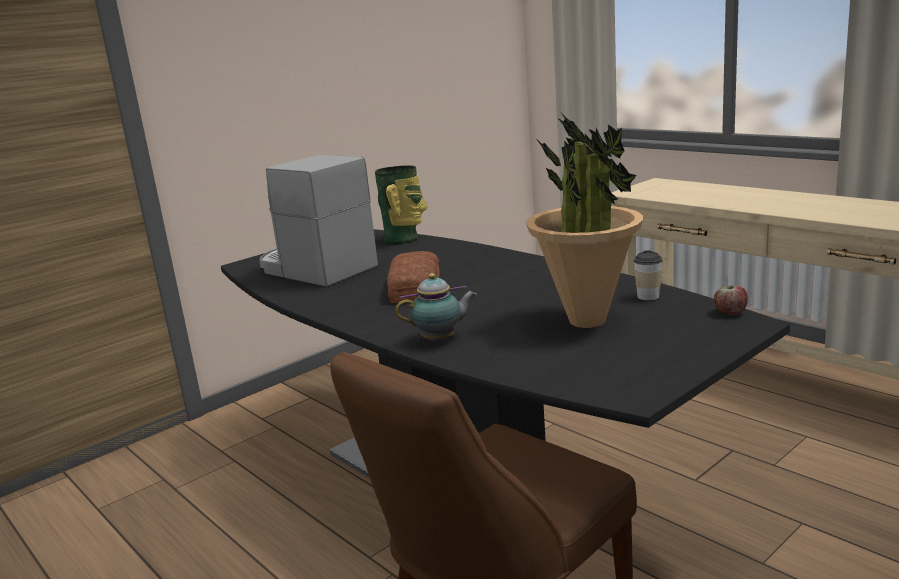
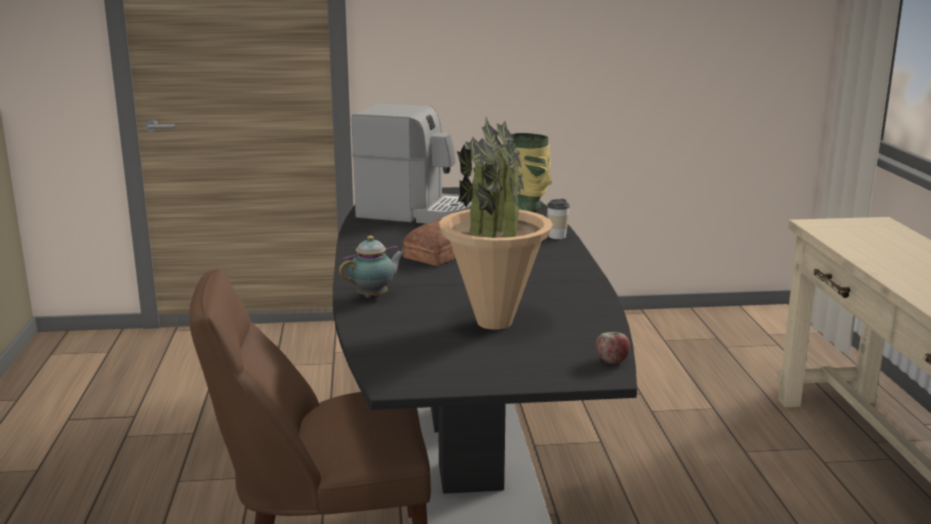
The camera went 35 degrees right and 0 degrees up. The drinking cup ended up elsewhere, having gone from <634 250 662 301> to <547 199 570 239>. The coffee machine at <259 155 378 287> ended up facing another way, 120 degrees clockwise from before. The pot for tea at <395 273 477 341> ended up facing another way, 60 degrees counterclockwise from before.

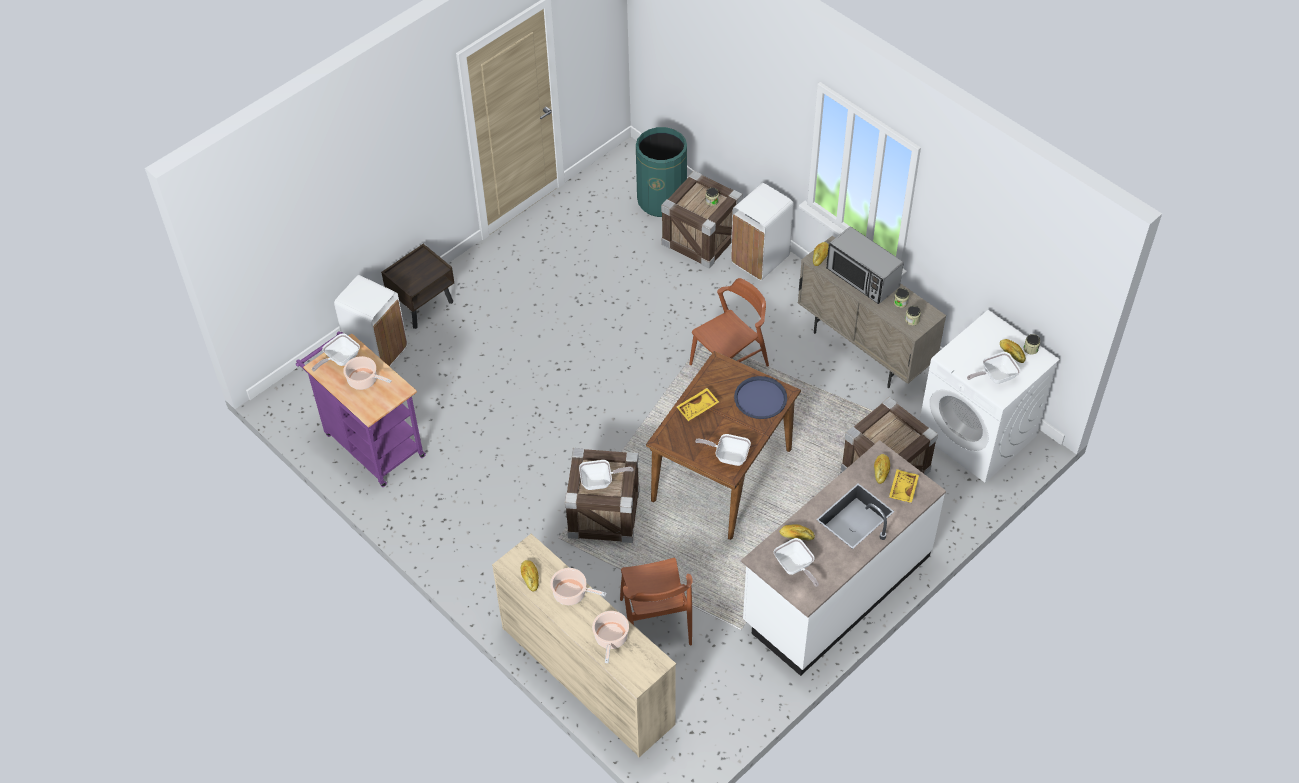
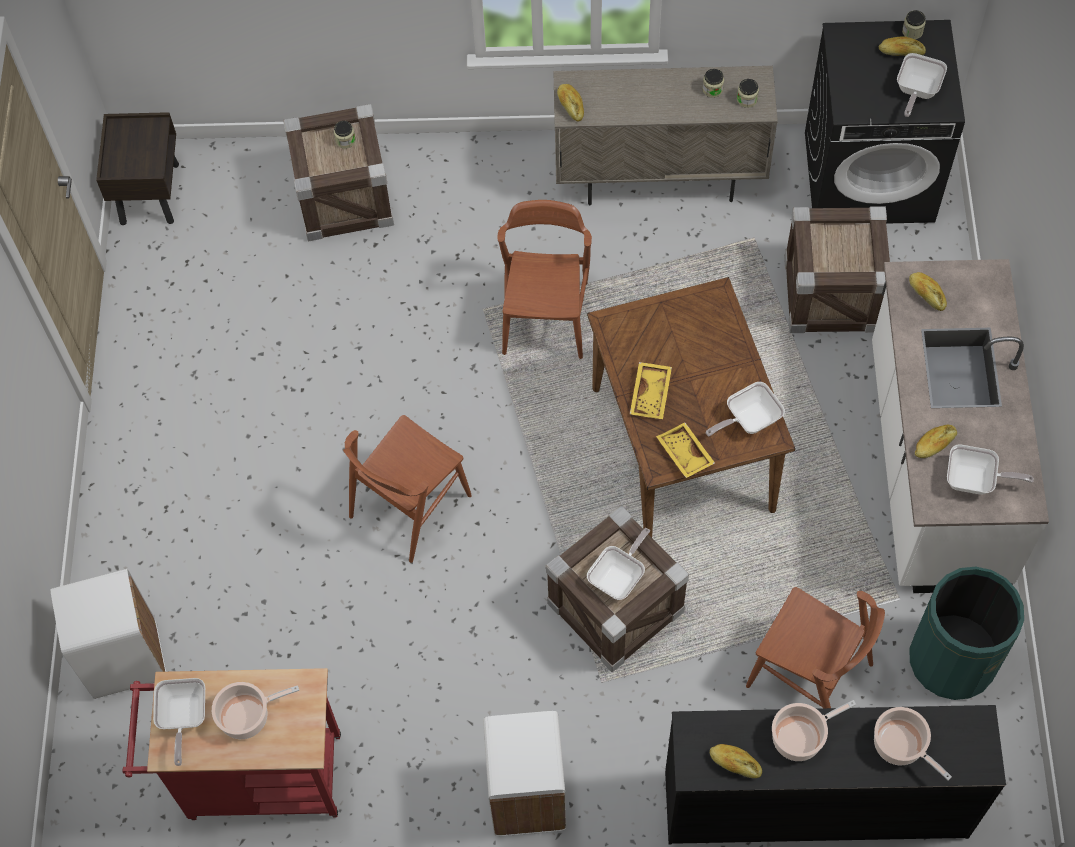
The camera went 45 degrees left and 10 degrees up. The second view lost the serving tray in blue-coloured at <734 376 787 419>. The second view lost the microwave oven at <826 226 904 304>. The second view gained the chair in brownish at <343 415 472 563>. The night table in brownish ended up elsewhere, having gone from <381 244 454 329> to <96 112 179 225>. The rubbish bin in greenish ended up elsewhere, having gone from <636 127 687 217> to <910 567 1024 700>. The rubbish bin in white ended up elsewhere, having gone from <731 183 793 280> to <483 711 566 836>. The serving tray in yellow ended up elsewhere, having gone from <889 469 919 503> to <656 423 715 478>. What was the cart in purplish at <296 331 426 487> turned into the cart in reddish at <122 668 341 820>. What was the chest of drawers in sand-coloured at <492 534 676 757> turned into the chest of drawers in blackish at <665 705 1006 844>. What was the laundry appliance in white at <920 310 1060 483> turned into the laundry appliance in blackish at <805 20 965 224>.

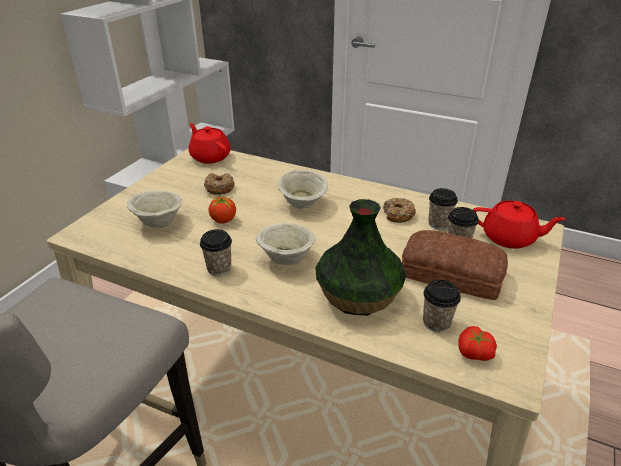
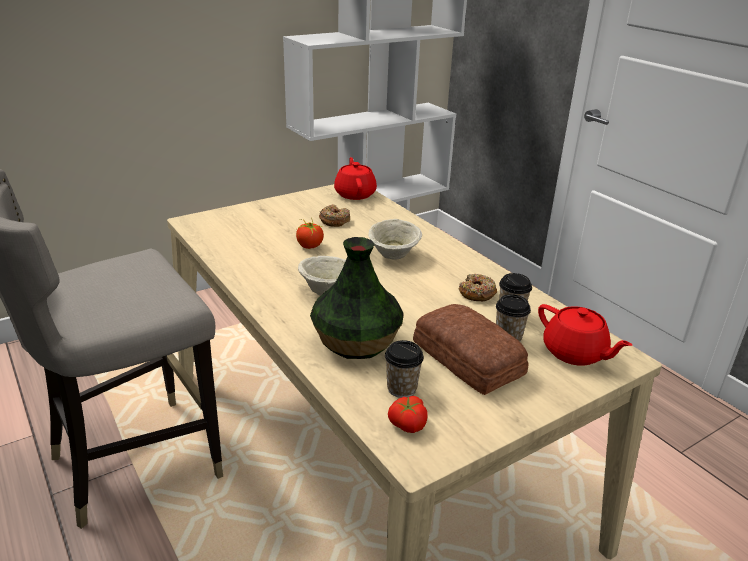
The camera went 30 degrees right and 5 degrees down. The second view lost the bowl in sand-coloured at <127 190 183 228>. The second view lost the drinking cup at <200 229 232 276>.

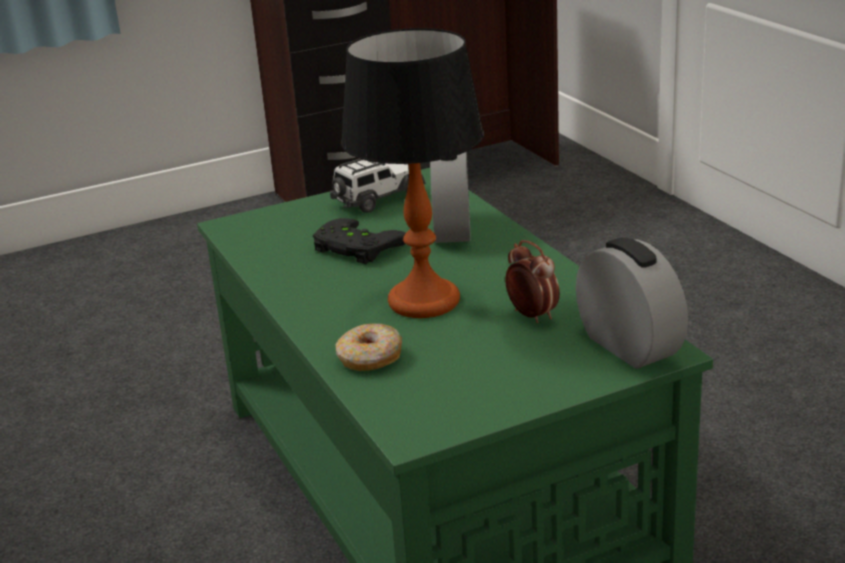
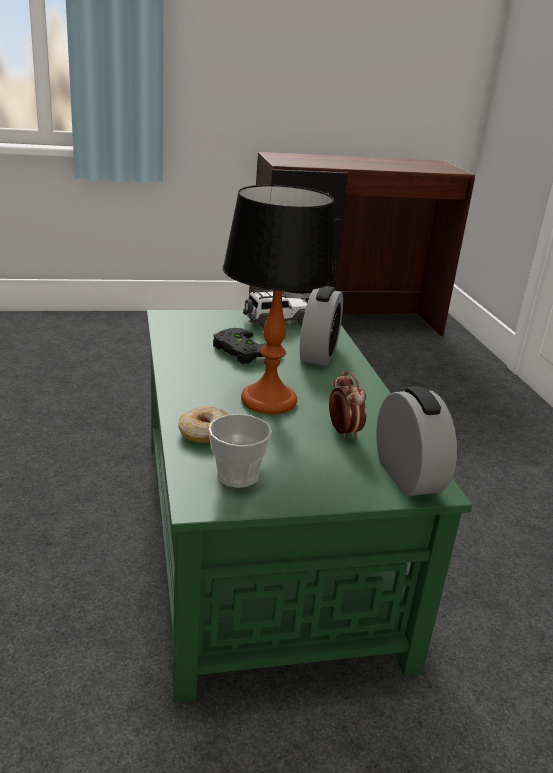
The camera went 10 degrees right and 0 degrees up. The second view gained the drinking cup at <209 414 272 488>.

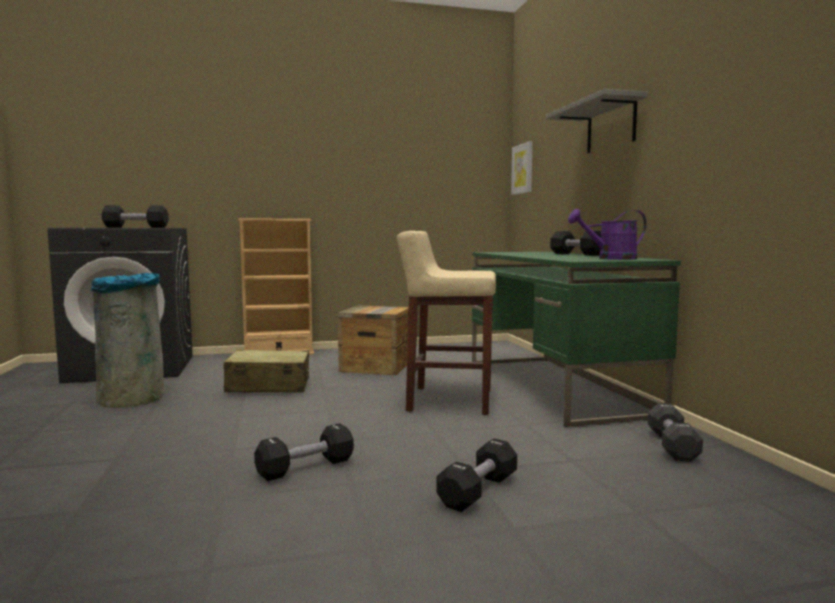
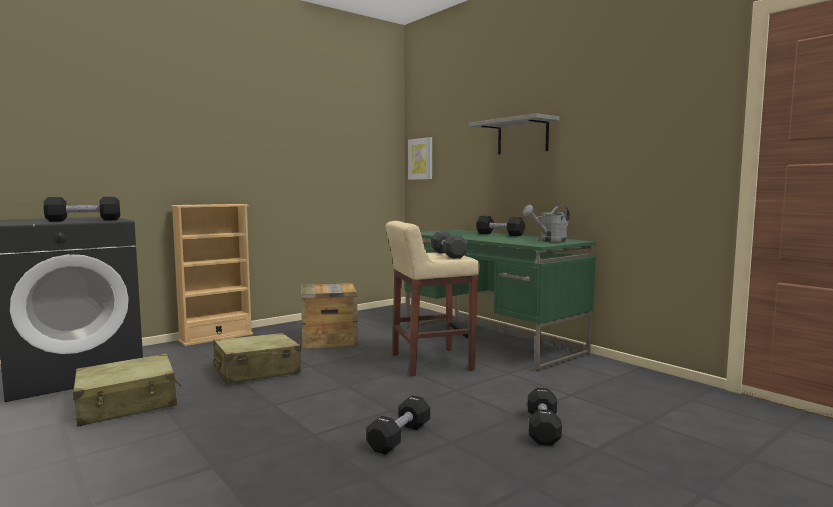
The camera went 25 degrees left and 0 degrees up. The hand weight in blackish ended up elsewhere, having gone from <648 403 703 462> to <431 232 468 259>. Where the rubbish bin in greyish stood at <91 273 165 408>, the travel case in sand-coloured came to stand at <73 353 181 427>. What was the sprinkling can in purplish at <568 209 647 260> turned into the sprinkling can in greyish at <523 205 570 242>.

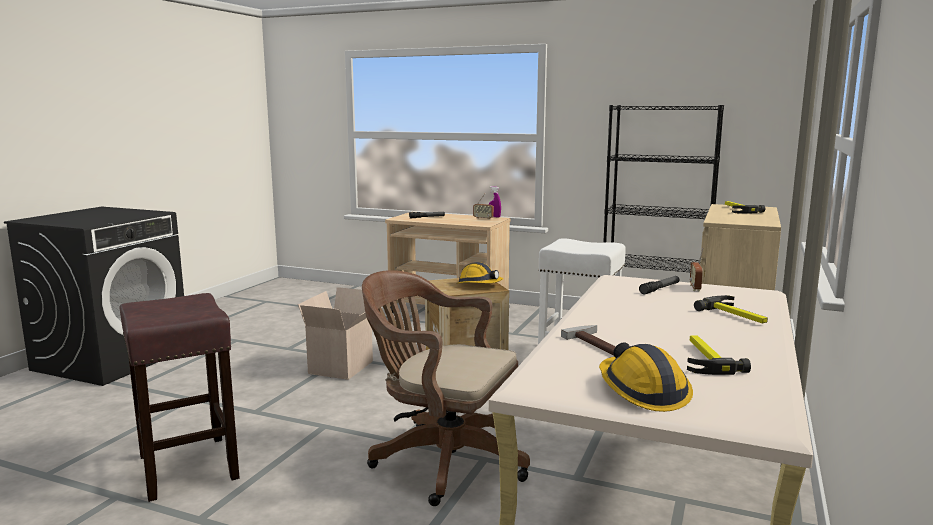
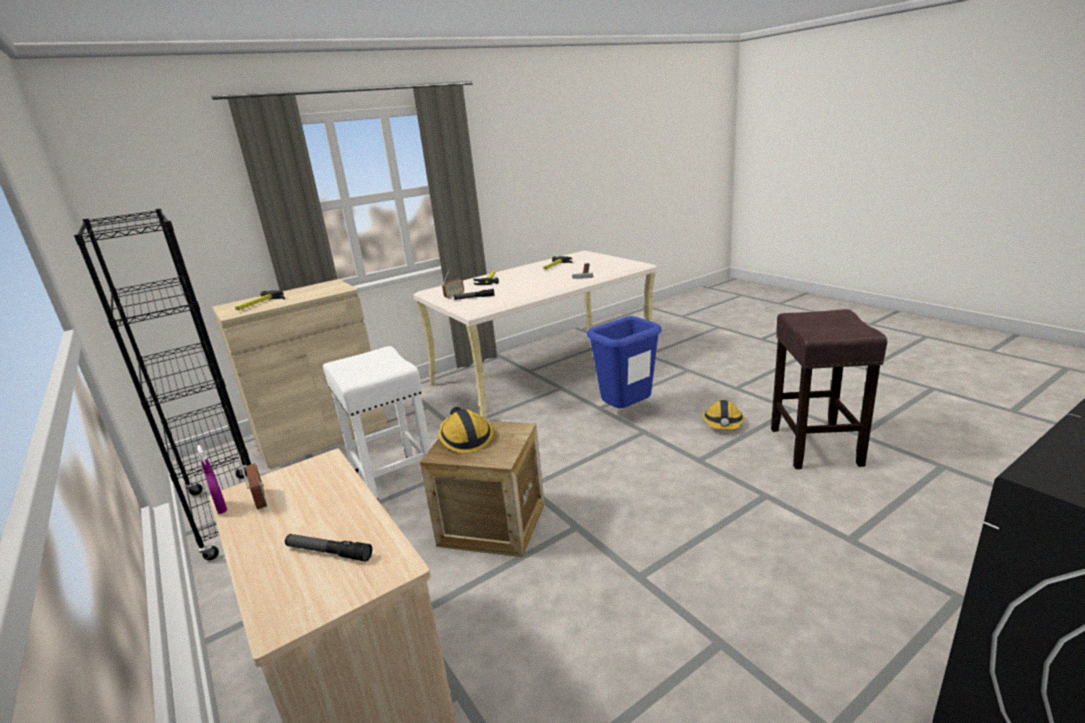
The camera went 145 degrees left and 10 degrees up. The second view lost the carton at <298 287 373 380>. The hard hat ended up elsewhere, having gone from <599 342 693 412> to <702 400 745 430>. Where the office chair in brownish stood at <362 270 530 506>, the rubbish bin in blue-coloured came to stand at <587 316 661 408>.

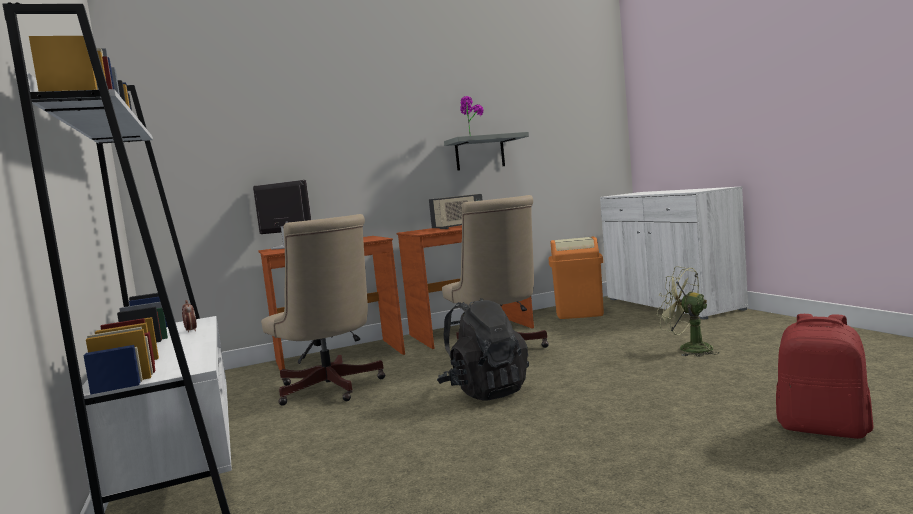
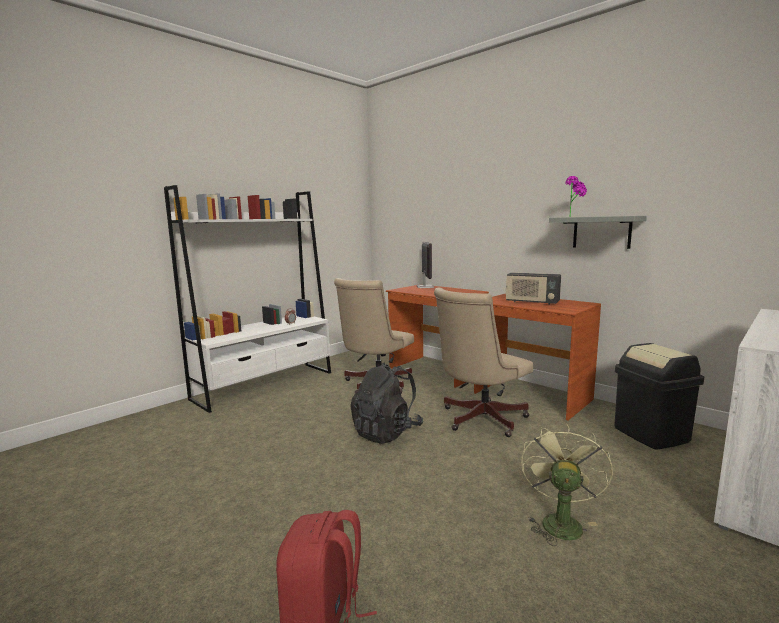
The camera went 65 degrees right and 5 degrees up. What was the rubbish bin in orange at <549 237 604 319> turned into the rubbish bin in blackish at <614 343 704 450>.

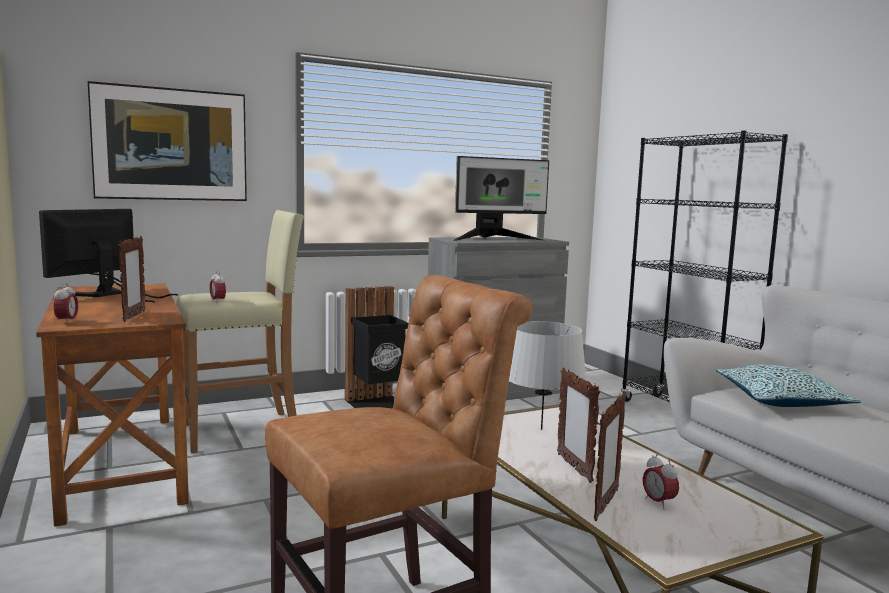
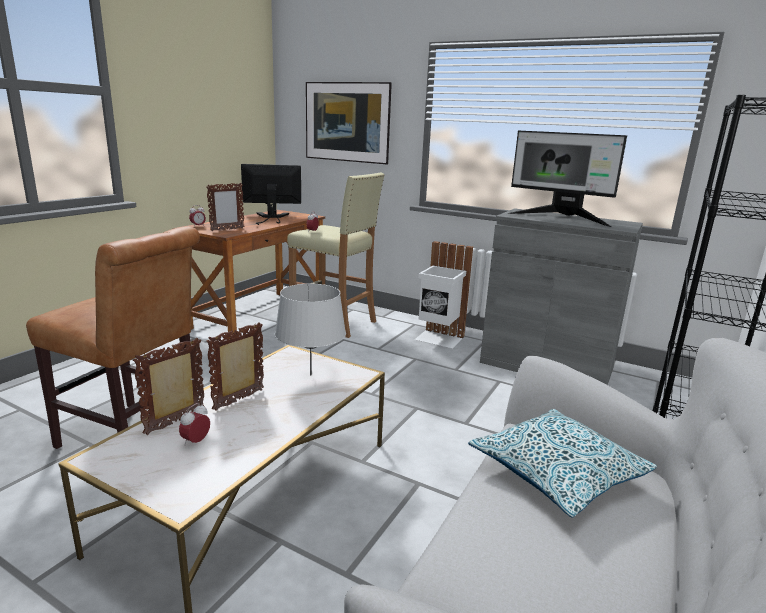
The camera went 55 degrees right and 10 degrees up. What was the rubbish bin in blackish at <345 286 408 408> turned into the rubbish bin in white at <414 241 473 348>. The picture frame at <594 392 626 521> ended up facing another way, 135 degrees clockwise from before.

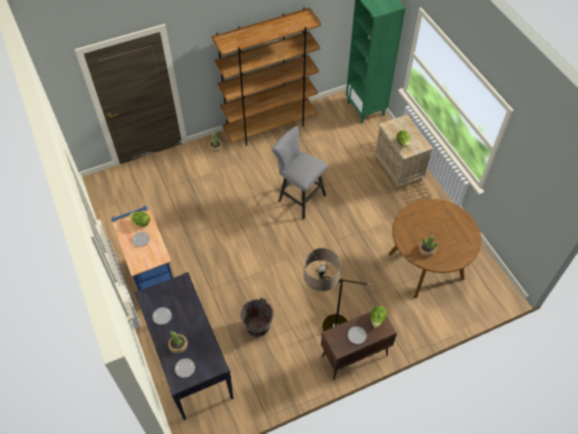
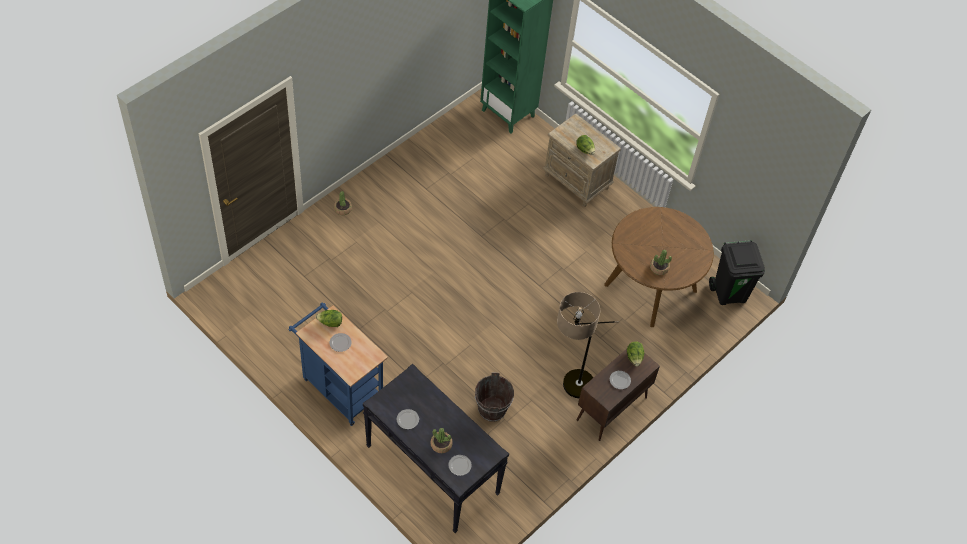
The camera went 25 degrees left and 0 degrees up. The second view lost the bookcase in brownish at <212 8 321 146>. The second view lost the stool in greyish at <272 126 328 219>. The second view gained the rubbish bin in blackish at <709 240 765 305>.

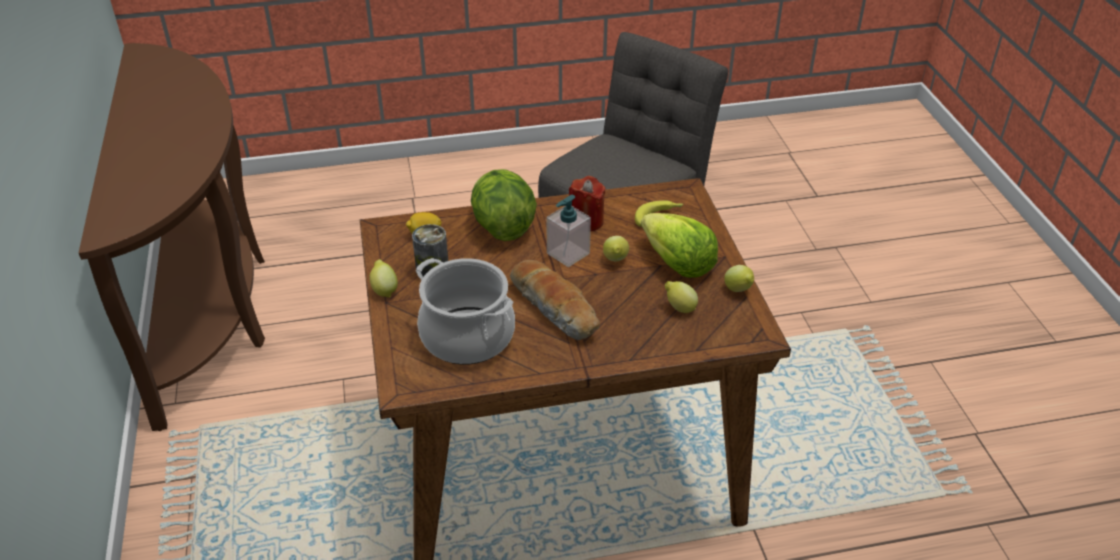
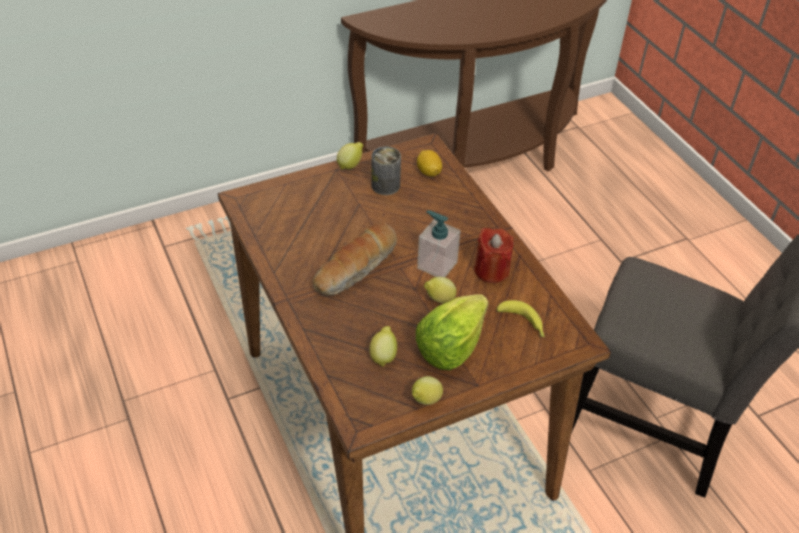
The camera went 75 degrees right and 5 degrees up. The second view lost the stockpot at <416 258 515 365>. The second view lost the head of lettuce at <471 169 537 241>.

